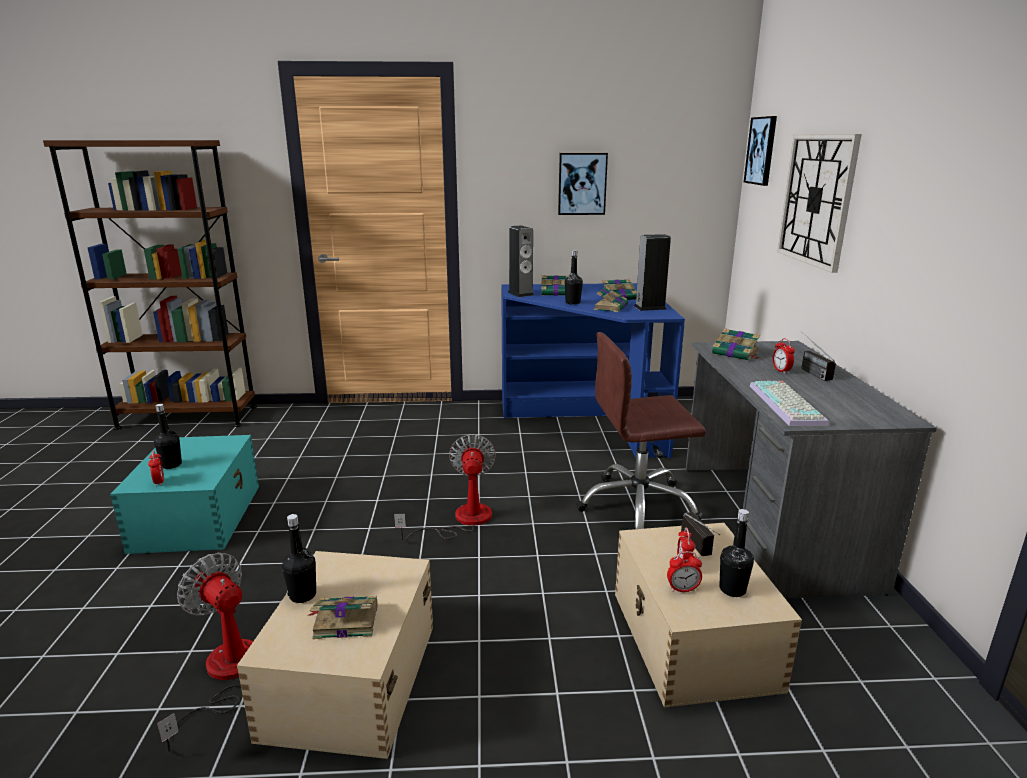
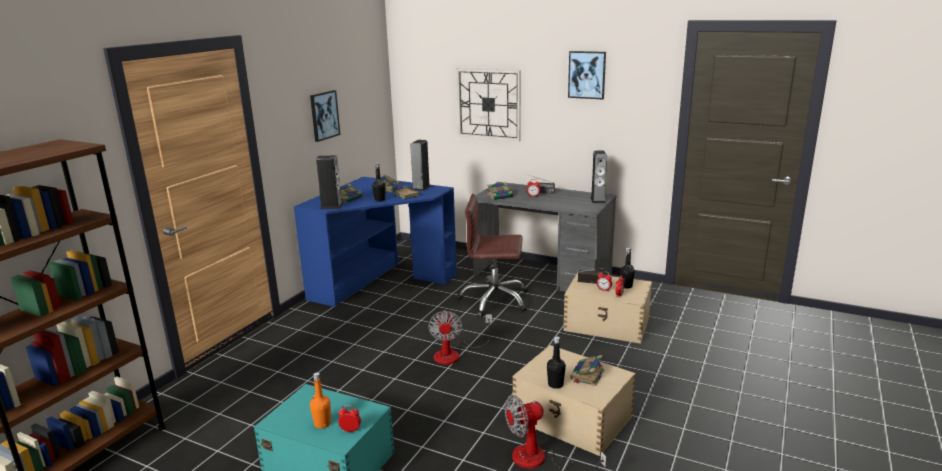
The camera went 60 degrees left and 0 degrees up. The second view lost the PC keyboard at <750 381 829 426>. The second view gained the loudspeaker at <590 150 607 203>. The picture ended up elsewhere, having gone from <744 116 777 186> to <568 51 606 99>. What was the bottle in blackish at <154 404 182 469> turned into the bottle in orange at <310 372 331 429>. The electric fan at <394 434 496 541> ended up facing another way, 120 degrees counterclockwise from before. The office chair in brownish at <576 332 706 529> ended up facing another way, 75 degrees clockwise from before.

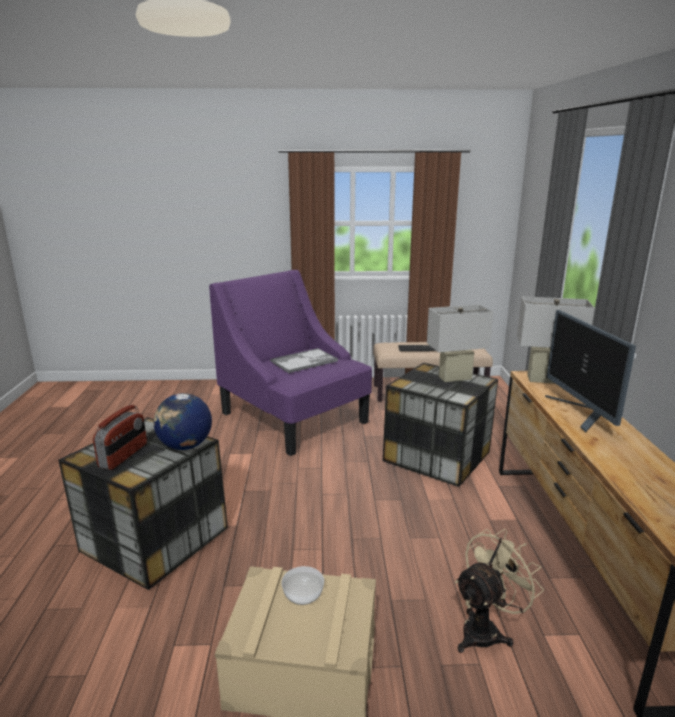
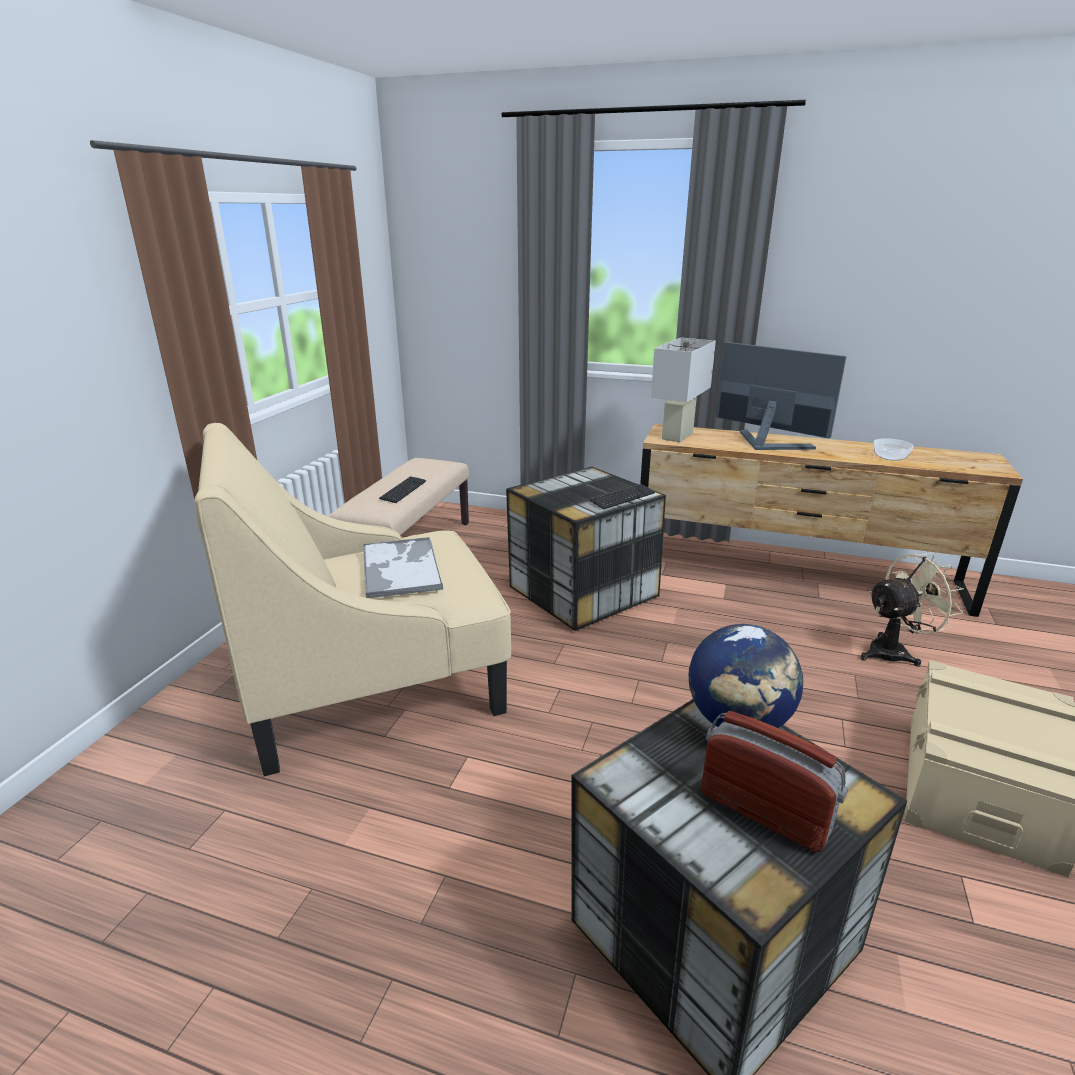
The camera went 70 degrees left and 5 degrees up. The second view lost the lamp for a table in white at <427 305 493 382>. The second view gained the PC keyboard at <589 484 655 509>. The bowl ended up elsewhere, having gone from <282 566 324 605> to <874 438 913 461>. What was the armchair in purplish at <209 270 372 456> turned into the armchair in sand-coloured at <194 423 511 776>. The electric fan in sand-coloured at <455 529 544 653> ended up facing another way, 90 degrees clockwise from before. The computer screen at <545 310 636 433> ended up facing another way, 150 degrees counterclockwise from before.

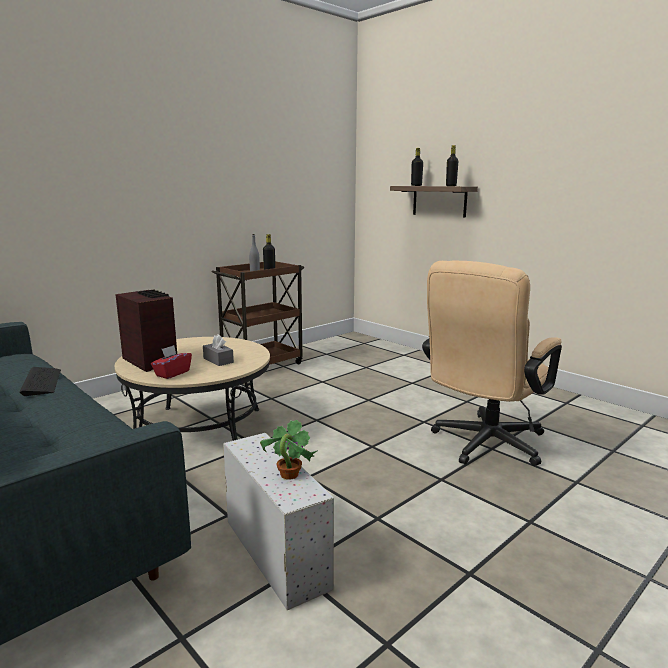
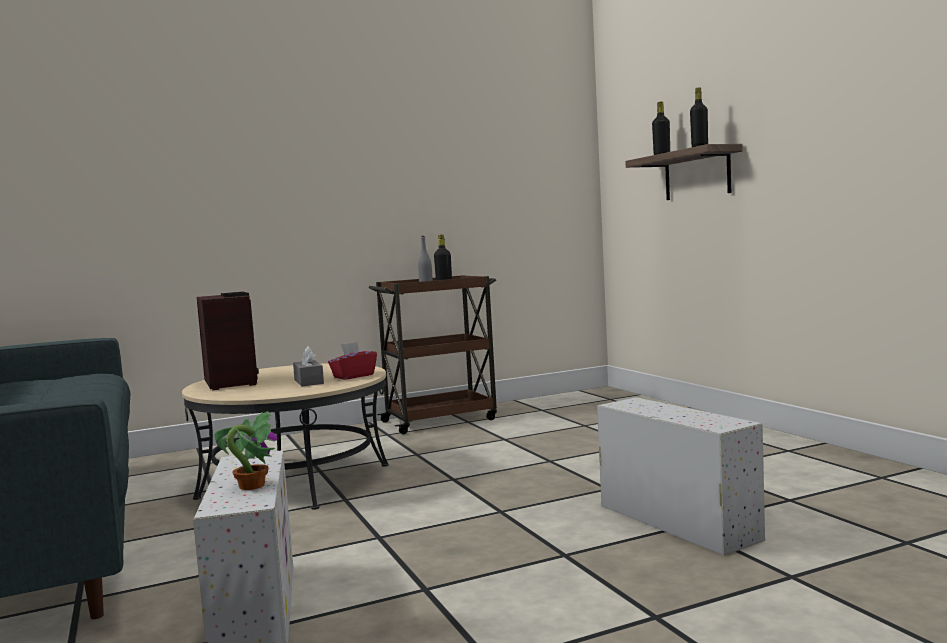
The camera went 20 degrees right and 10 degrees down. The second view lost the PC keyboard at <20 367 61 396>. The tissue holder in reddish ended up elsewhere, having gone from <151 345 192 379> to <328 342 377 380>. Where the office chair in sand-coloured stood at <422 260 562 466>, the storage container in white came to stand at <597 397 765 556>.

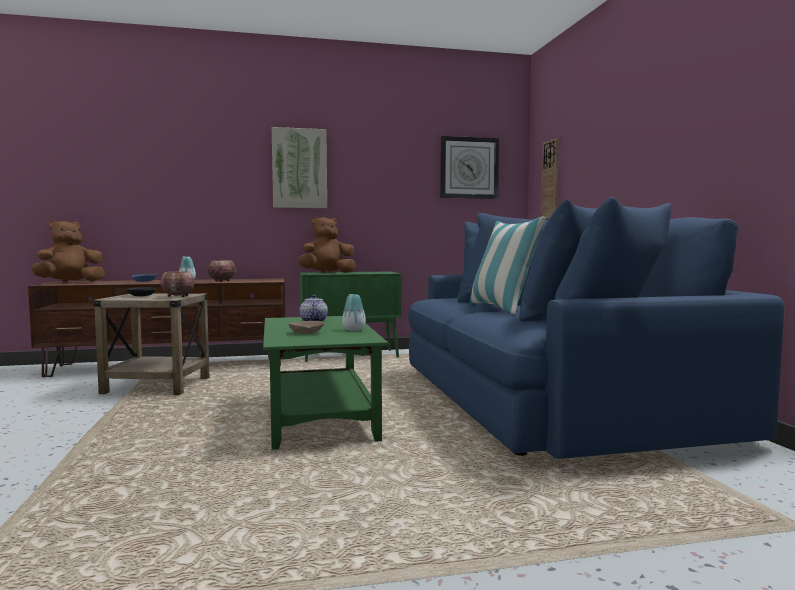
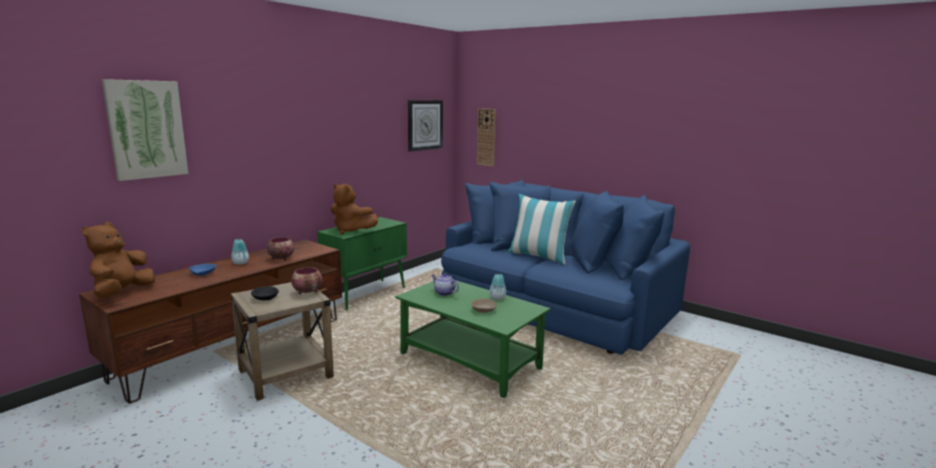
The camera went 40 degrees left and 10 degrees up. The picture ended up elsewhere, having gone from <272 127 327 208> to <102 79 188 181>. The soft toy in brownish at <298 217 356 273> ended up facing another way, 90 degrees counterclockwise from before.

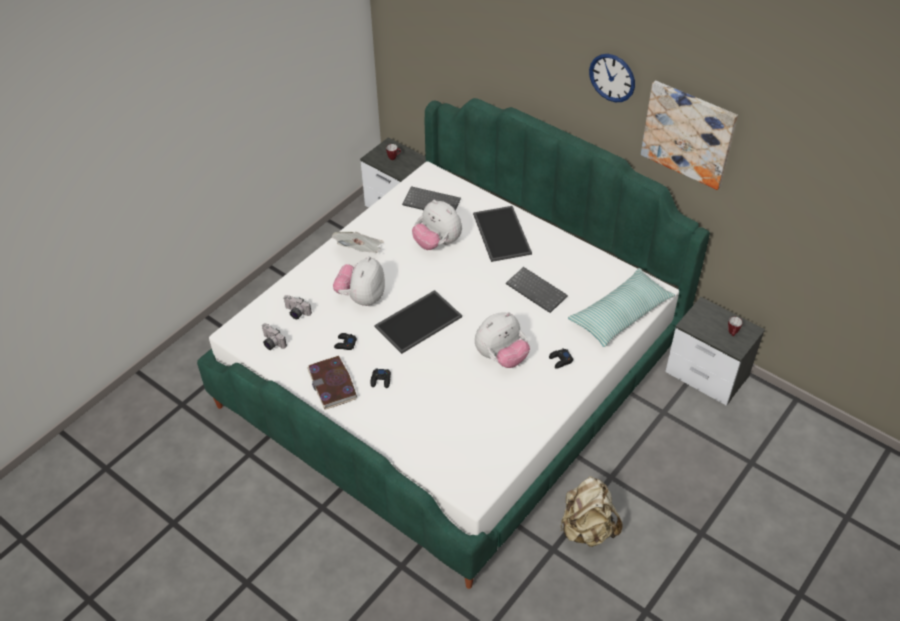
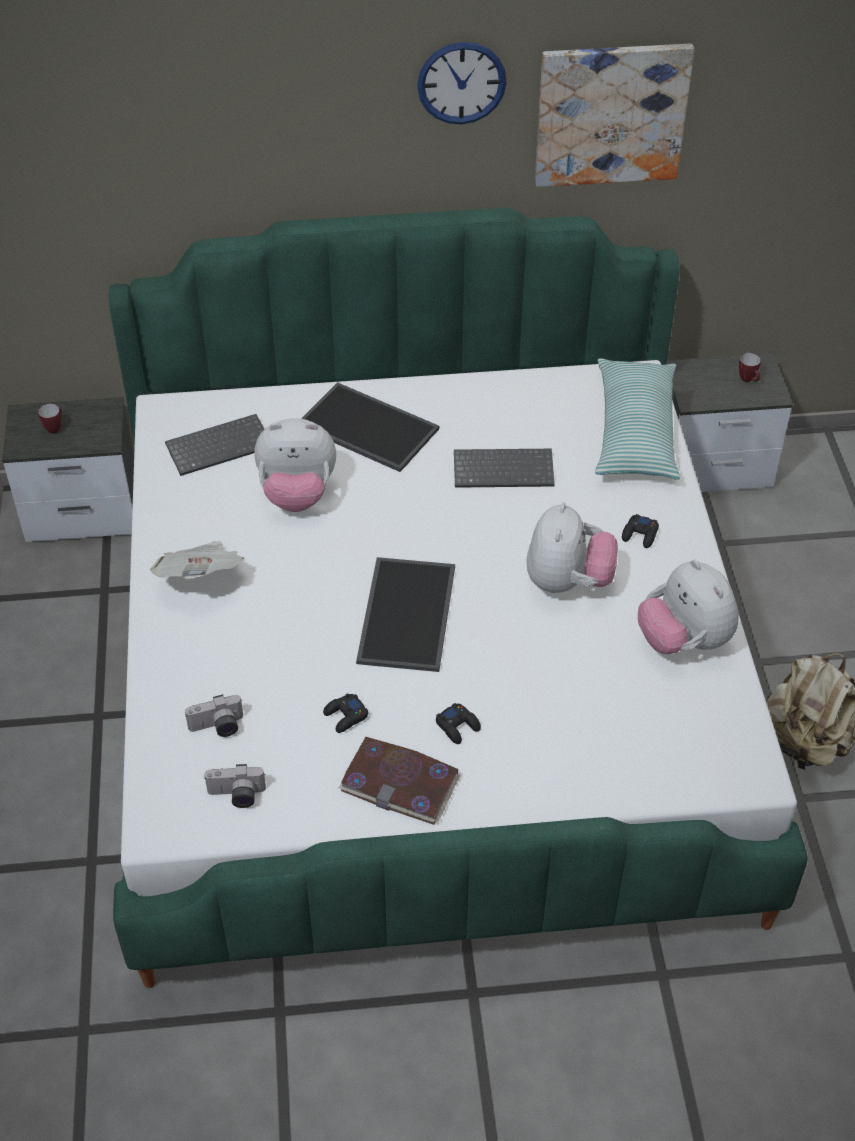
The camera went 45 degrees left and 0 degrees up. The soft toy ended up elsewhere, having gone from <333 256 385 306> to <638 560 739 654>.

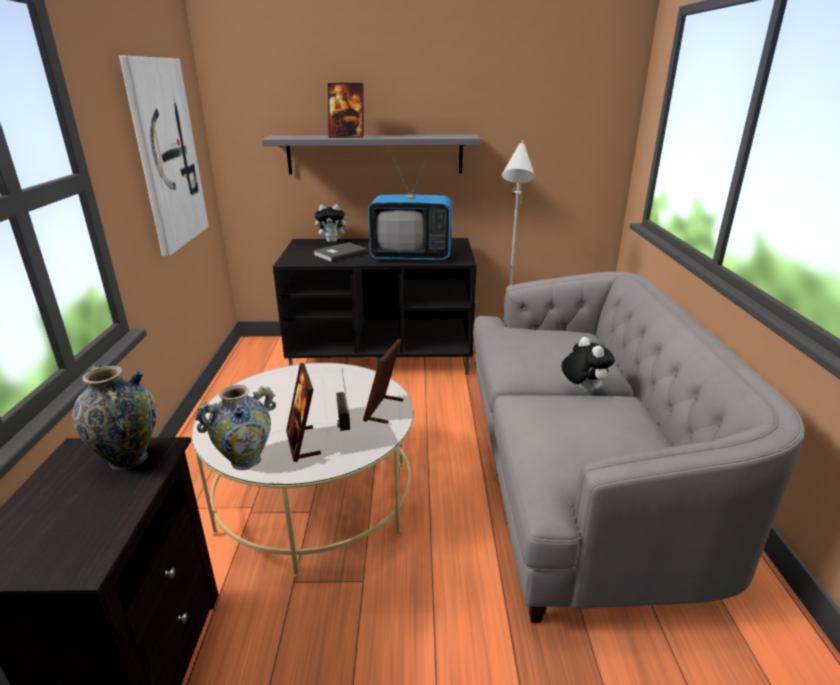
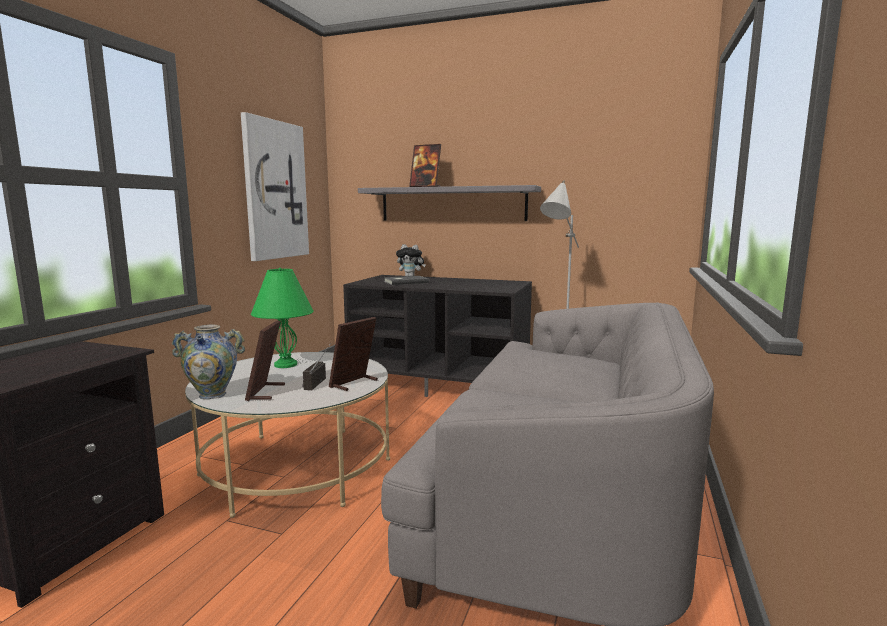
The camera went 20 degrees right and 15 degrees down. The second view lost the decorative vase at <72 364 157 470>. The second view lost the TV at <368 155 452 261>. The second view lost the soft toy at <561 337 615 393>. The second view gained the lamp for a table in greenish at <251 268 314 368>.

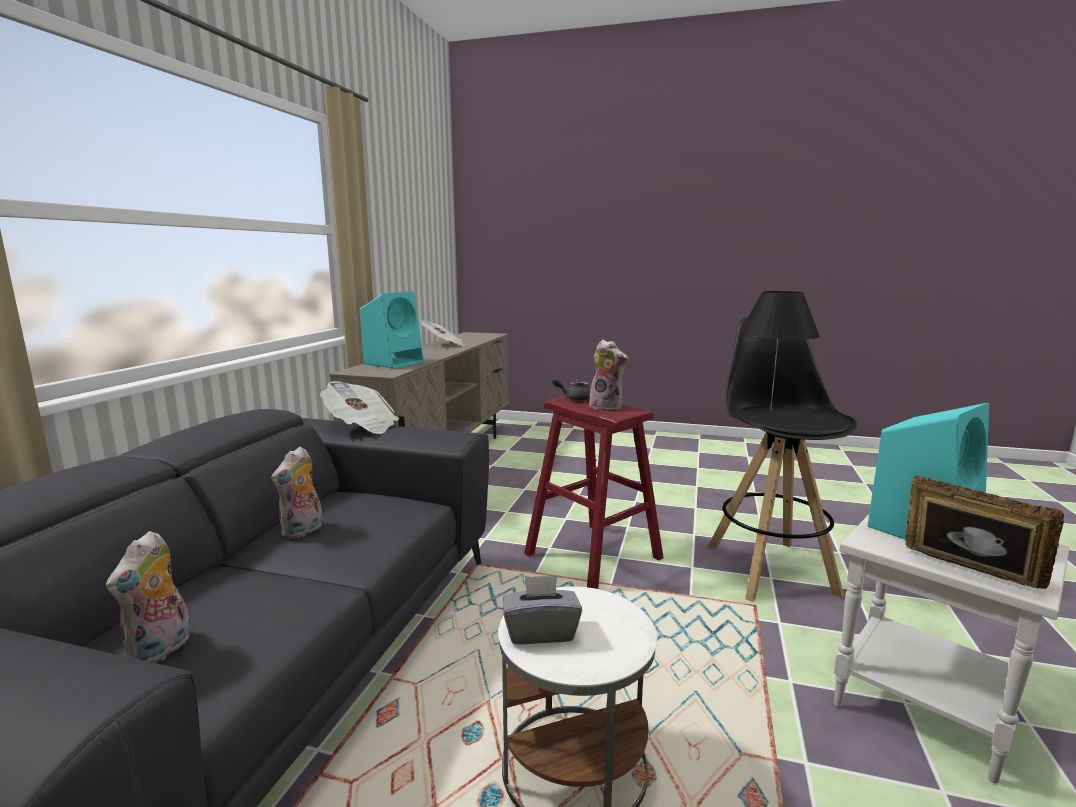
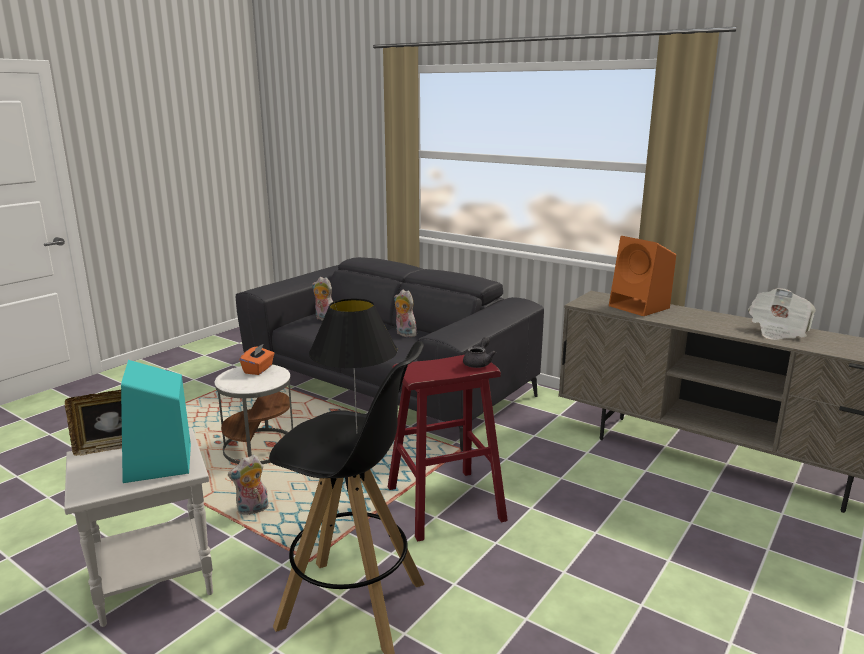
The camera went 110 degrees right and 5 degrees up. The second view lost the printed paper at <320 381 399 434>. The soft toy ended up elsewhere, having gone from <589 340 628 412> to <228 455 269 515>. What was the loudspeaker in turquoise at <360 291 424 368> turned into the loudspeaker in orange at <609 236 676 316>. What was the tissue holder in greyish at <503 575 582 644> turned into the tissue holder in orange at <240 343 275 375>.

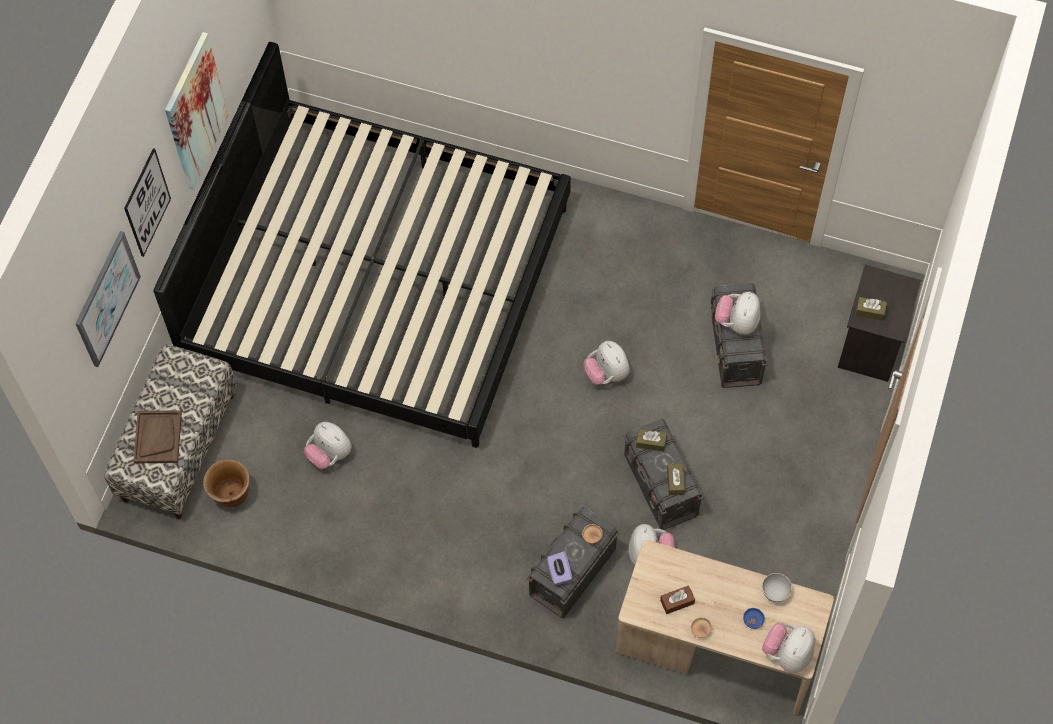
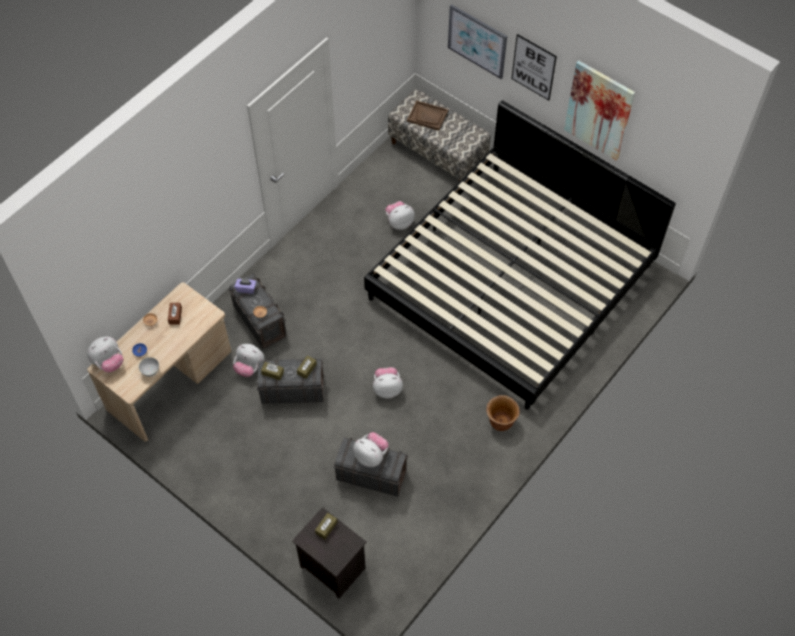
The camera went 110 degrees right and 5 degrees down. The flower pot in brownish ended up elsewhere, having gone from <203 459 250 507> to <486 395 520 431>. The soft toy at <762 623 815 673> ended up facing another way, 90 degrees clockwise from before.

